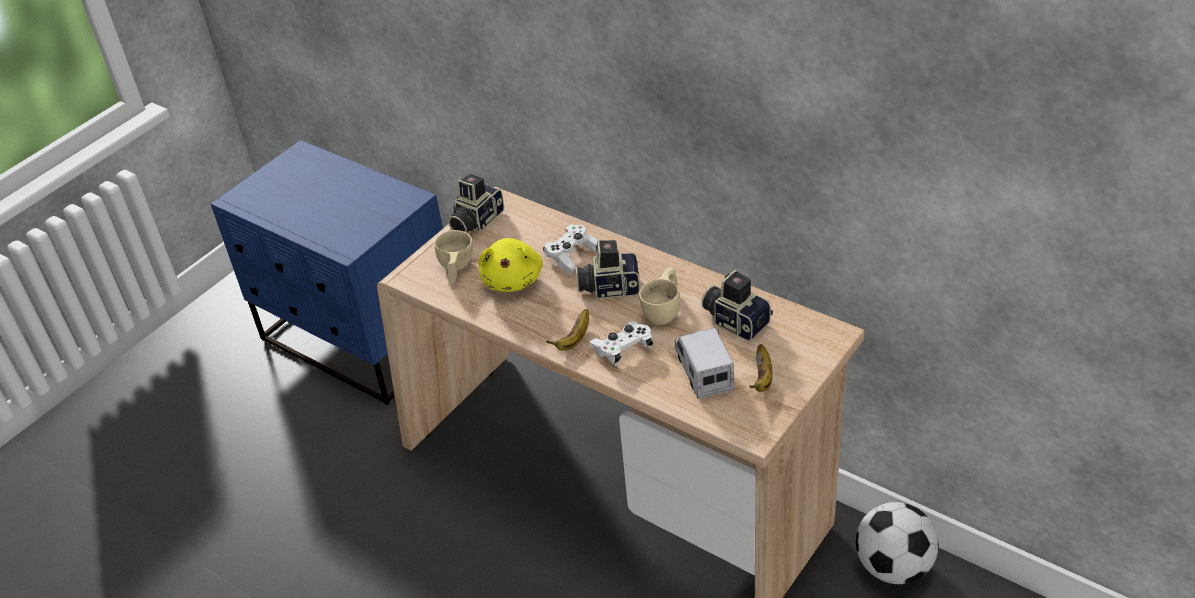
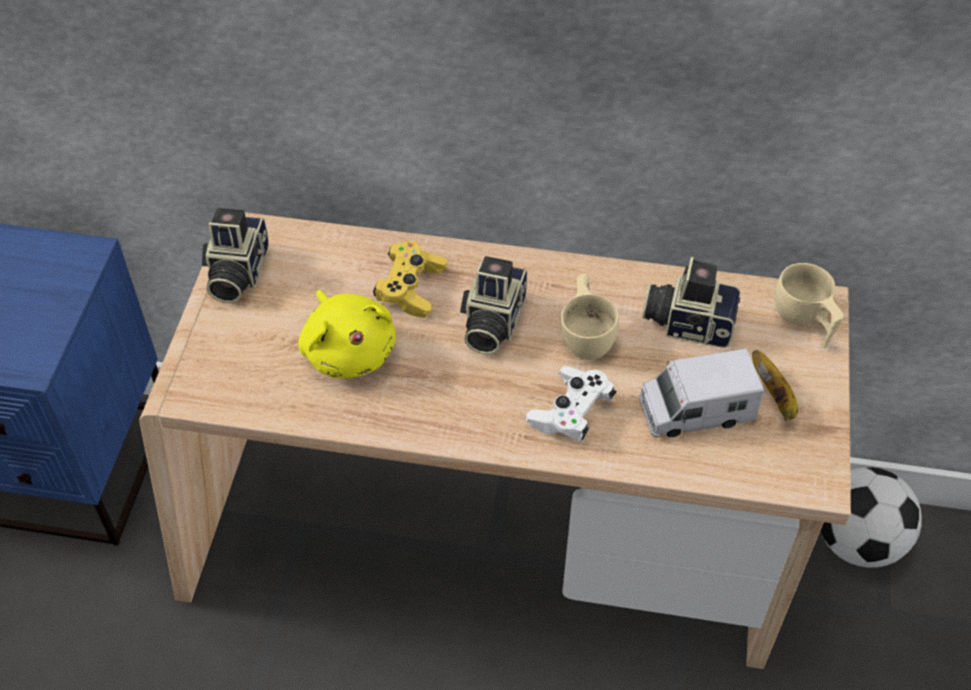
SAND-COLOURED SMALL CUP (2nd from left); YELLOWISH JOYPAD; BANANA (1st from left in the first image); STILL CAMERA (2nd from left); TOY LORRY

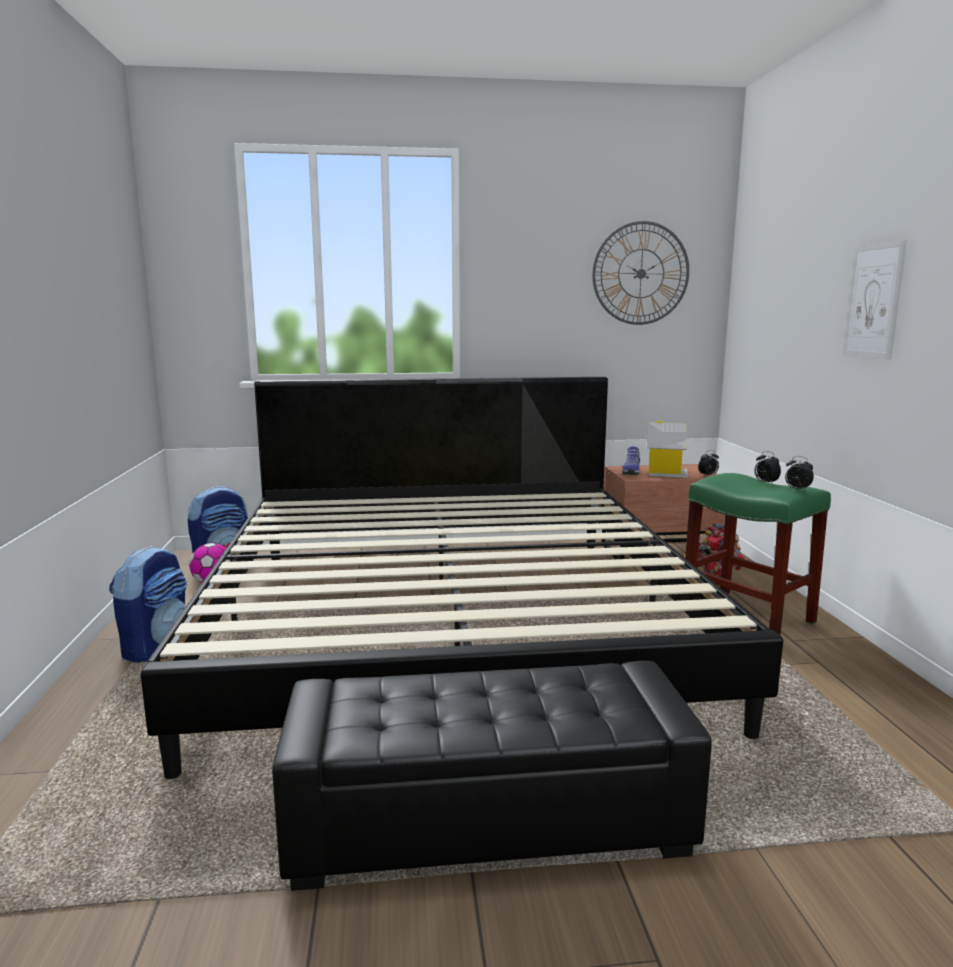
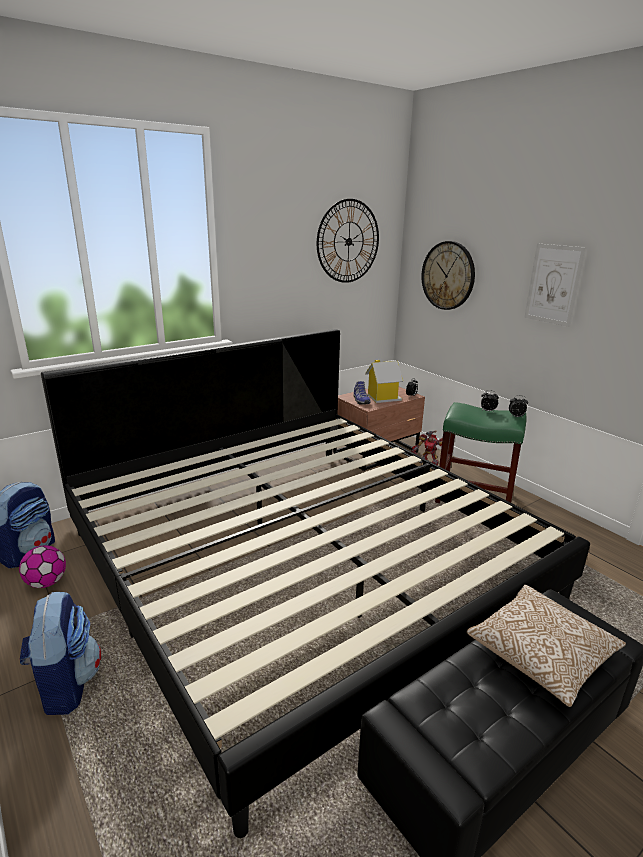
CLOCK ON THE WALL (2nd from left); THROW PILLOW

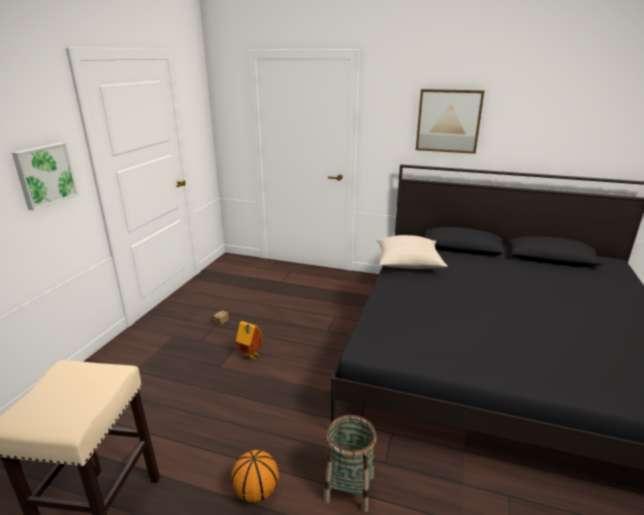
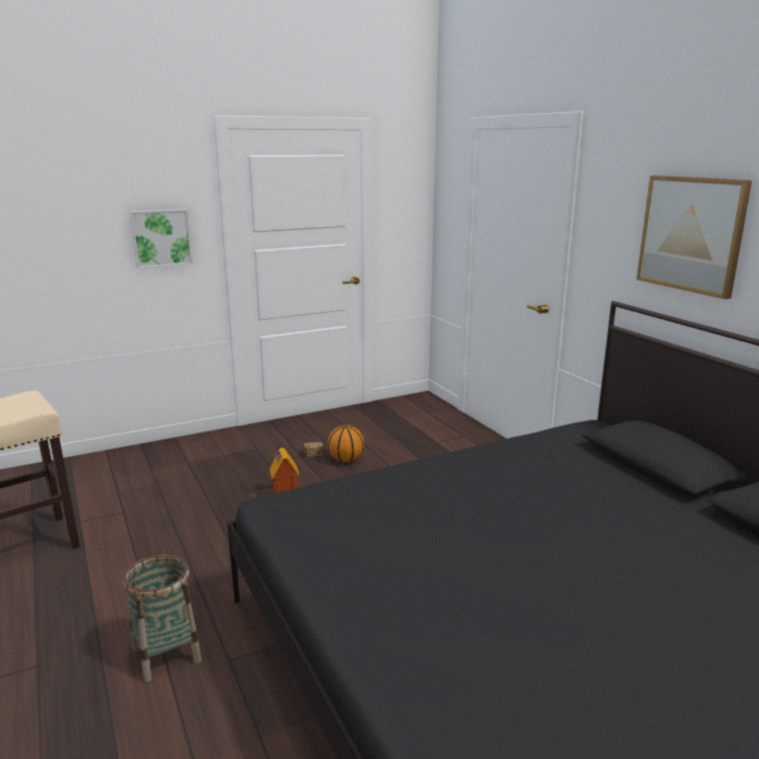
BASKETBALL BALL; SAND-COLOURED THROW PILLOW

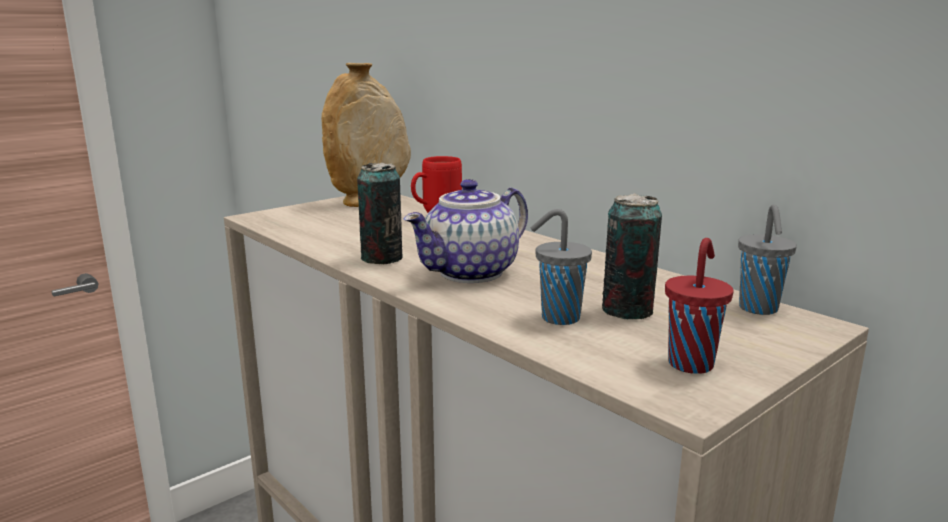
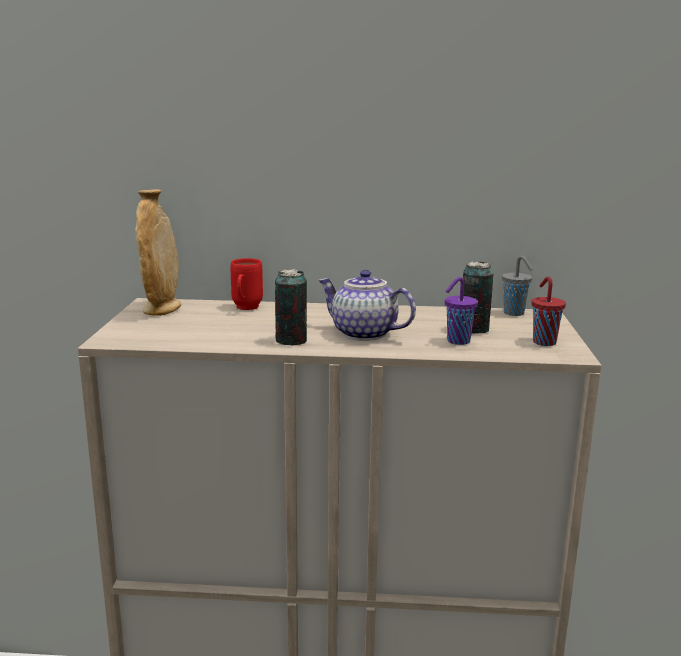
TEAPOT; PURPLE-COLOURED SMALL CUP

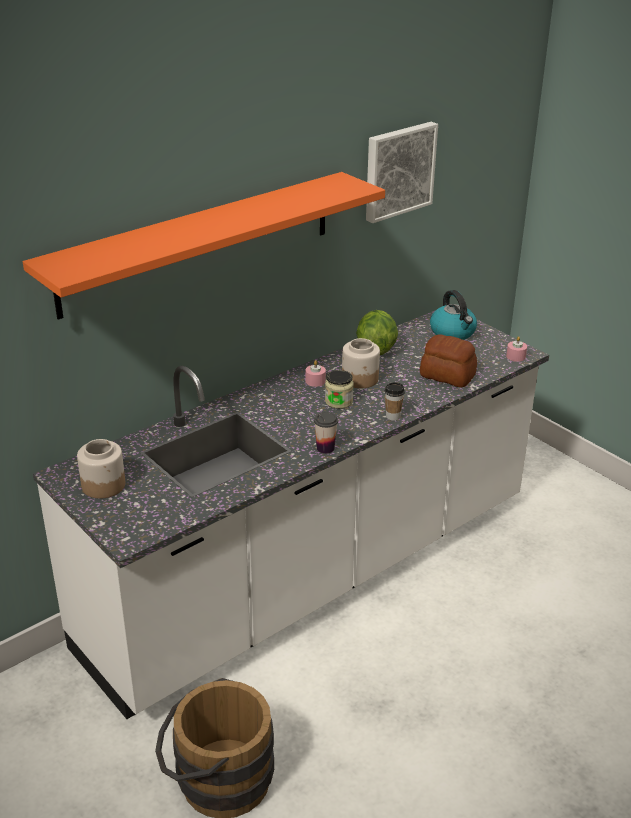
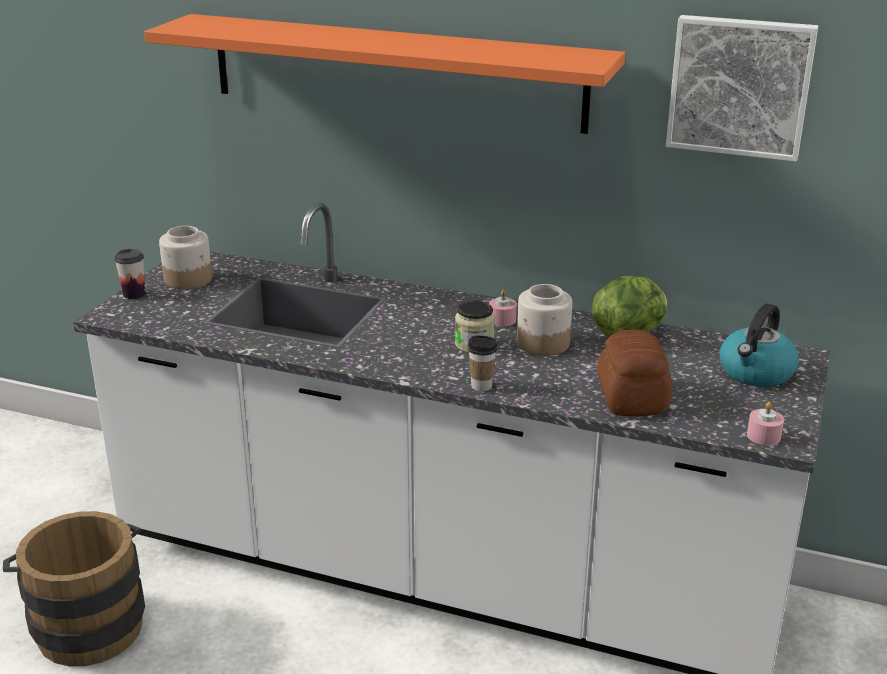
SMALL CUP (1st from left)

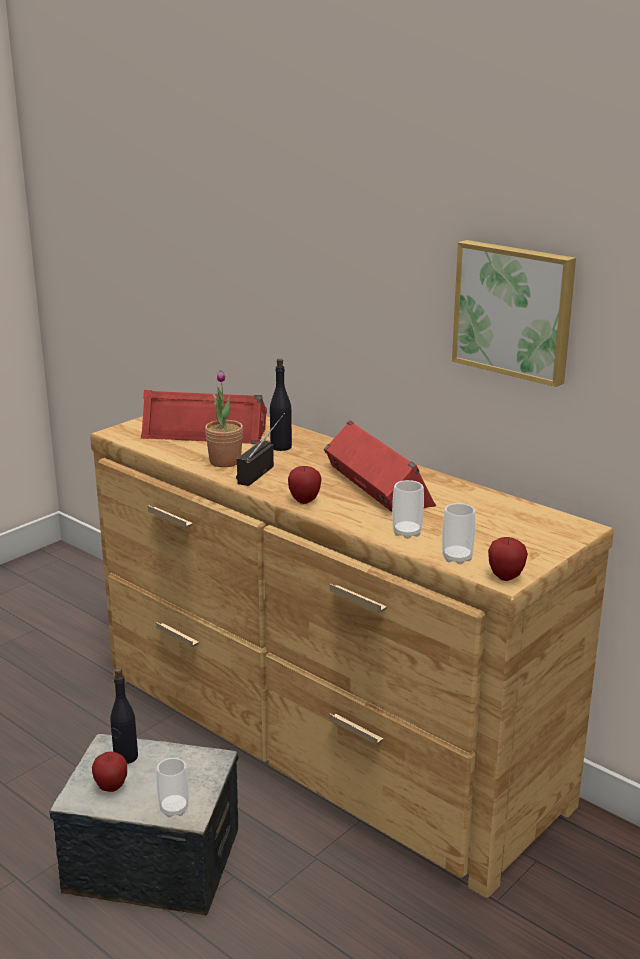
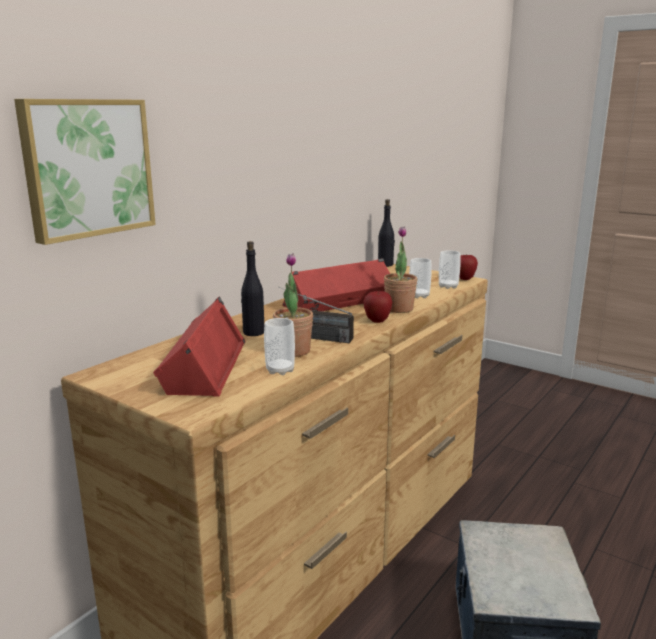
APPLE FRUIT (1st from left in the first image); BLACK BOTTLE (2nd from left); SMALL CUP (1st from left); PICTURE; HOUSEPLANT (2nd from left)

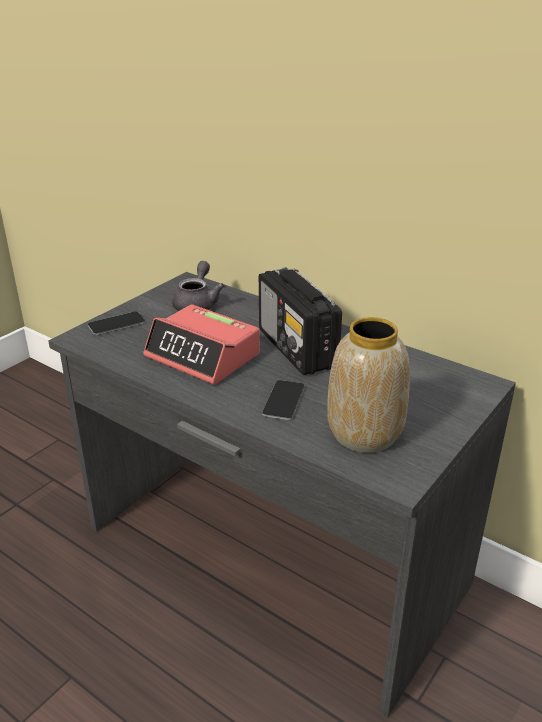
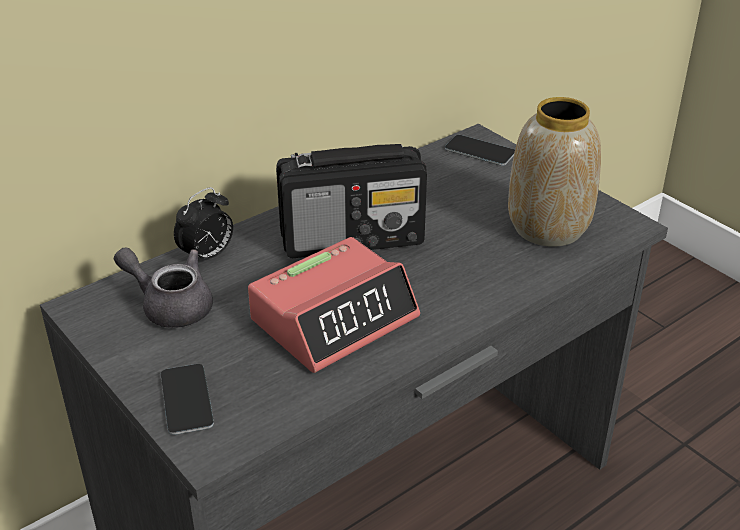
HANDSET (2nd from left); ALARM CLOCK (1st from left)

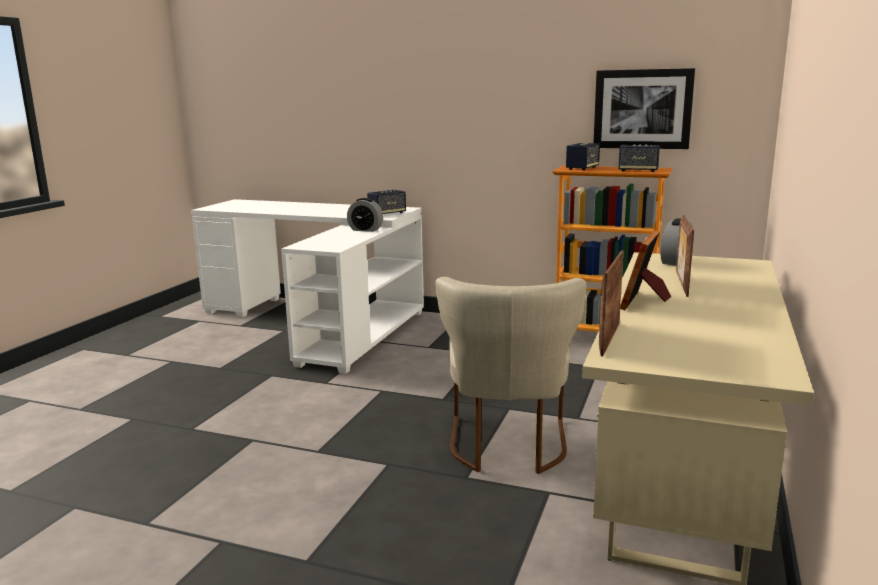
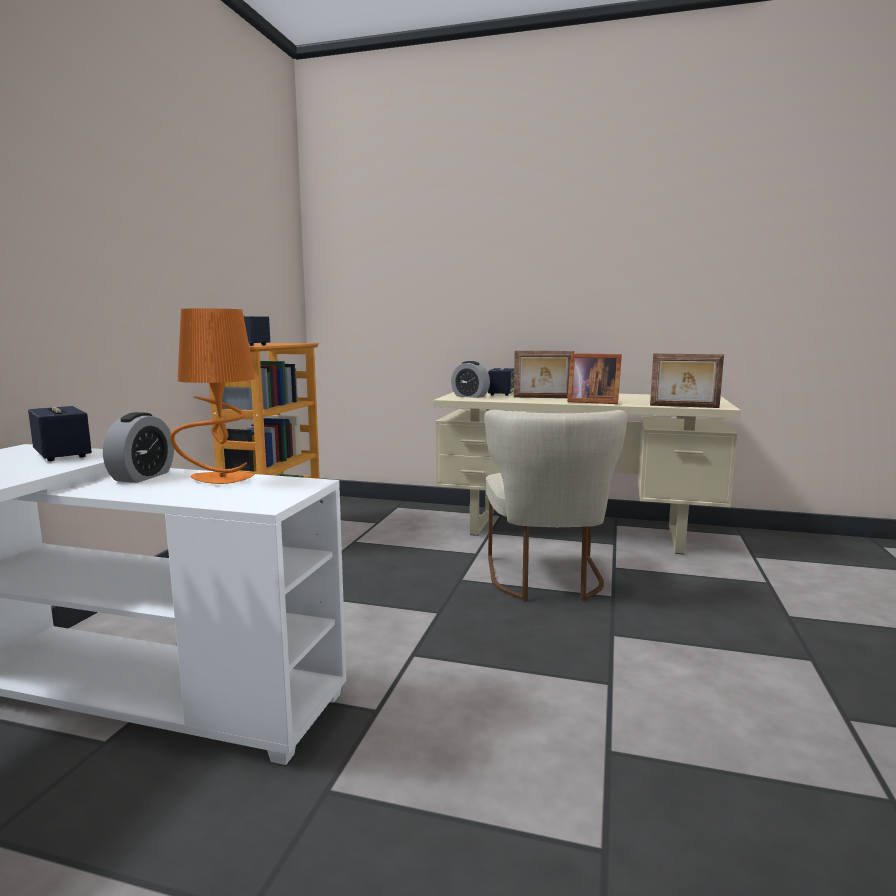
SAND-COLOURED PLAIN CHAIR; PICTURE; SPEAKER (3rd from left); ORANGEY TABLE LAMP

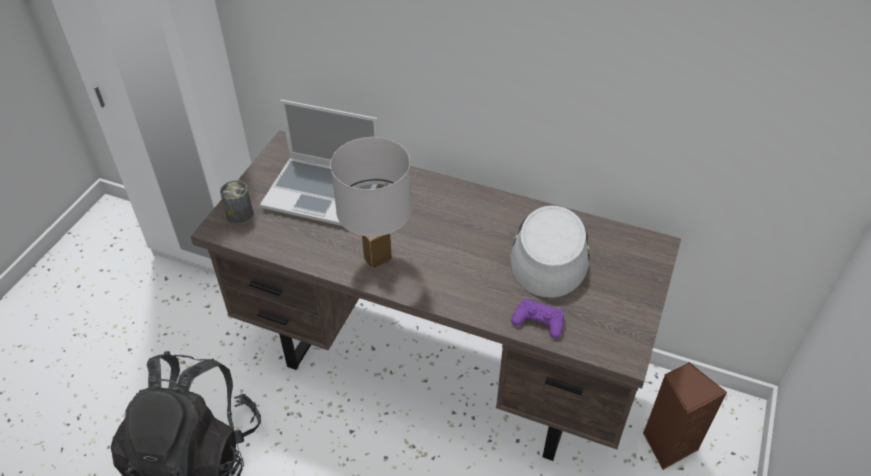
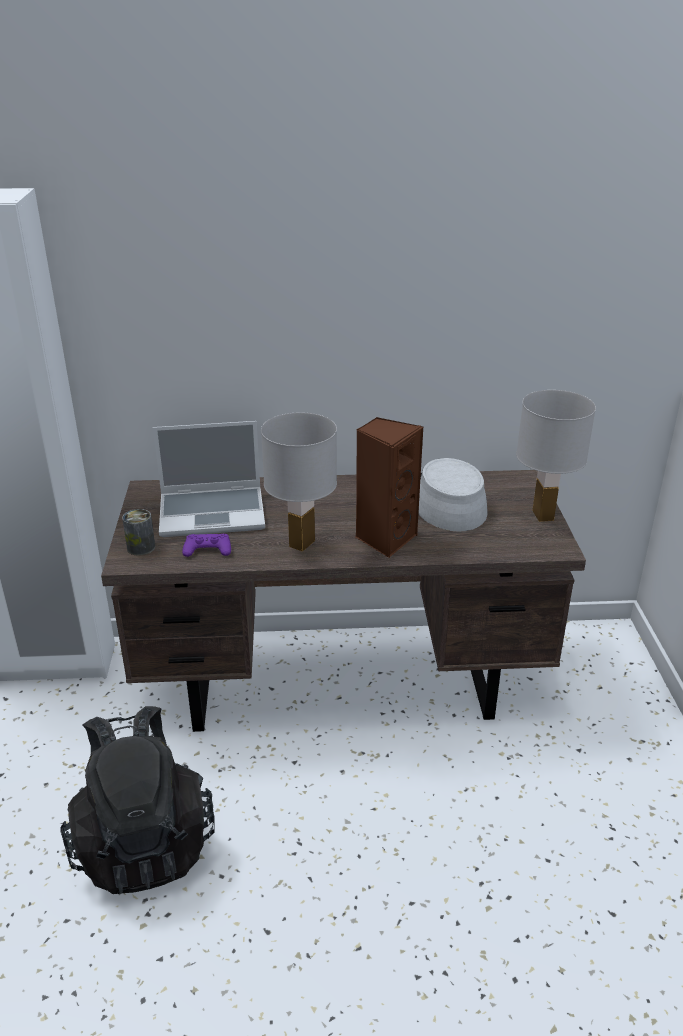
PURPLE-COLOURED JOYPAD; BROWNISH SPEAKER; WHITE-COLOURED TABLE LAMP (2nd from left)

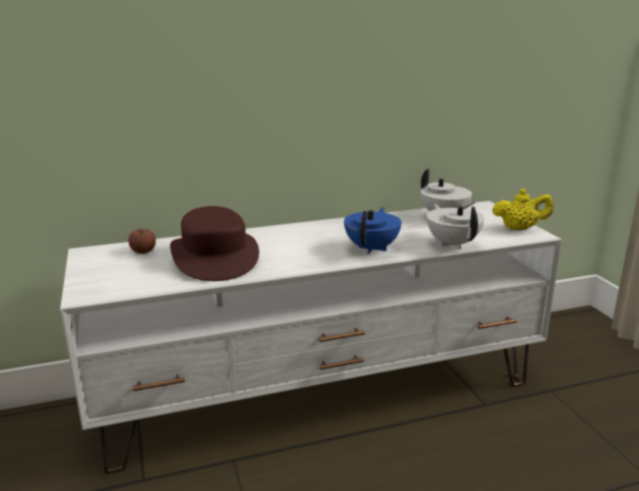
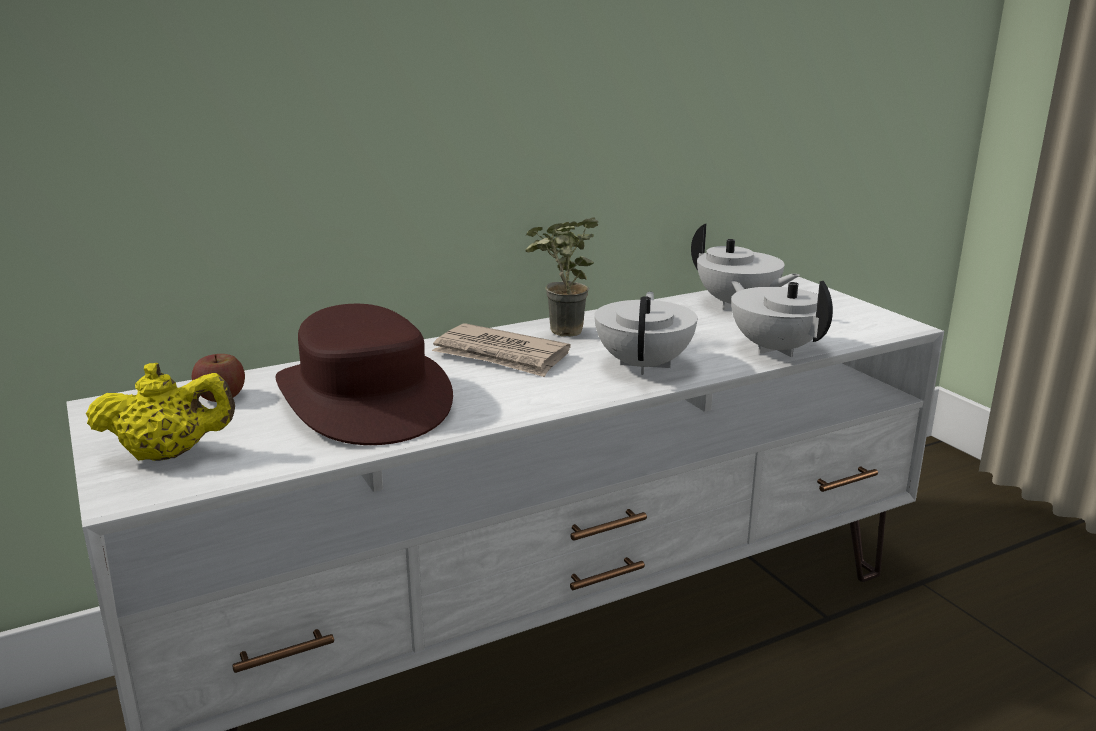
WHITE-COLOURED TEAPOT (1st from left); YELLOWISH TEAPOT; NEWSPAPER; HOUSEPLANT

